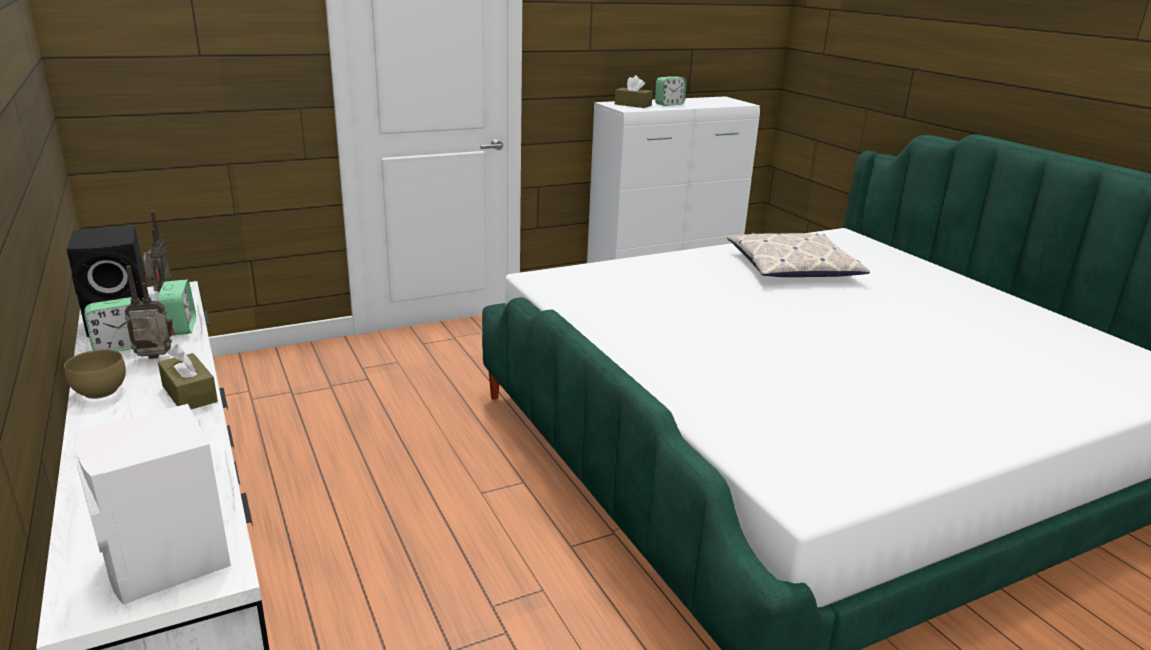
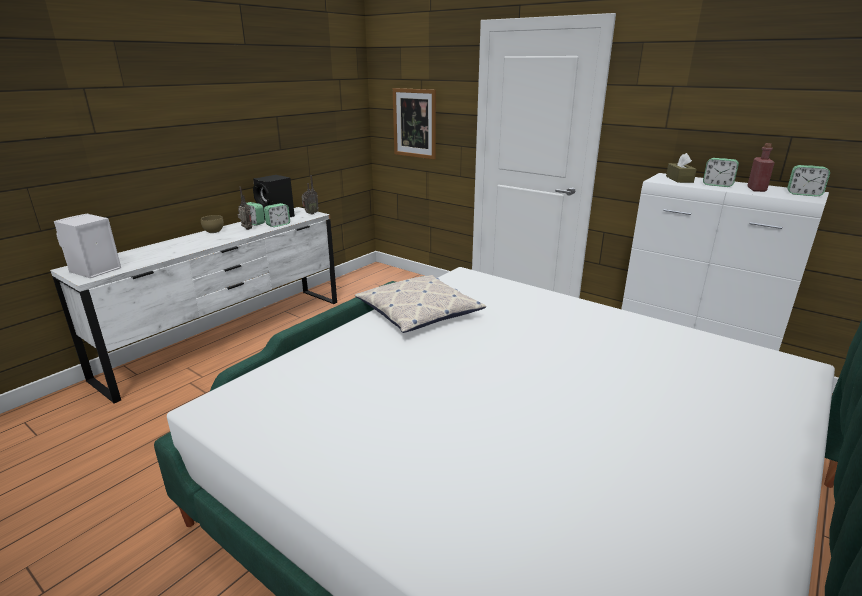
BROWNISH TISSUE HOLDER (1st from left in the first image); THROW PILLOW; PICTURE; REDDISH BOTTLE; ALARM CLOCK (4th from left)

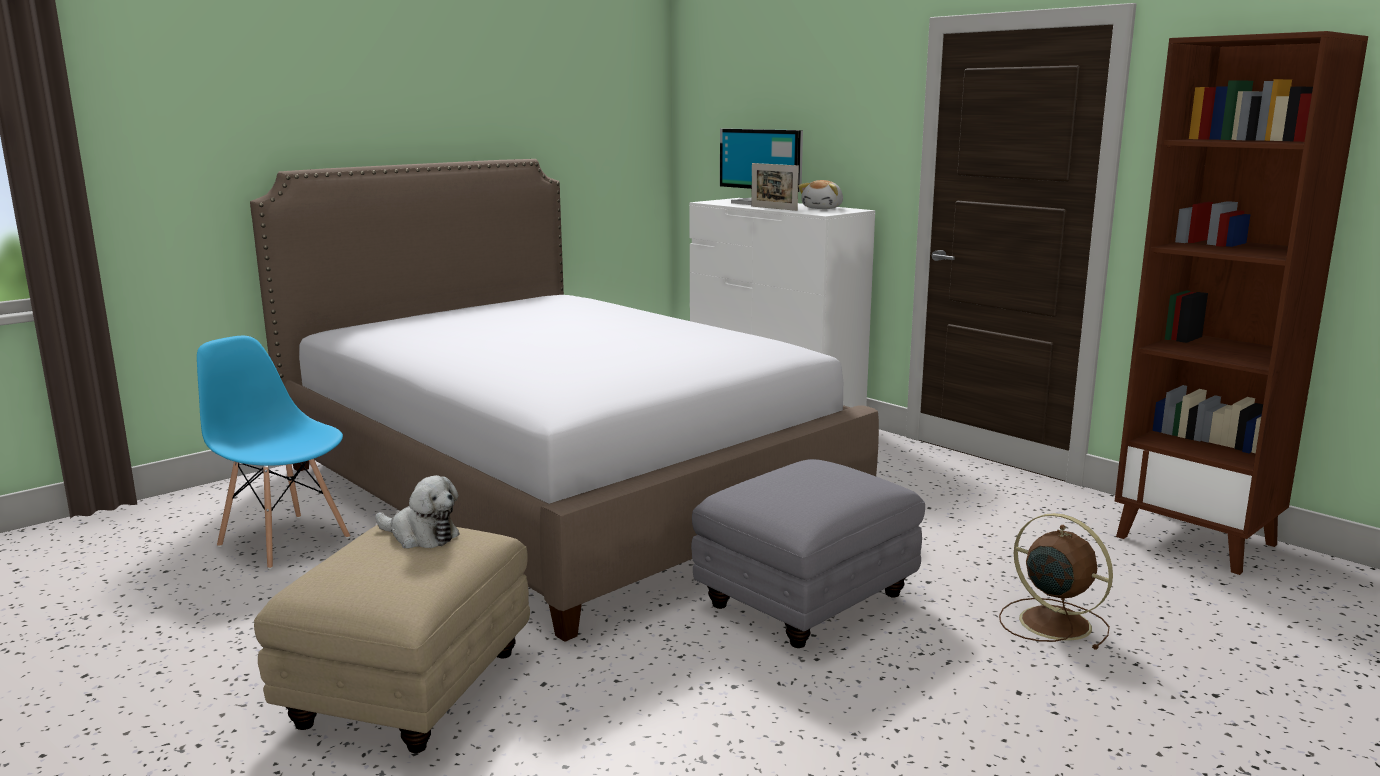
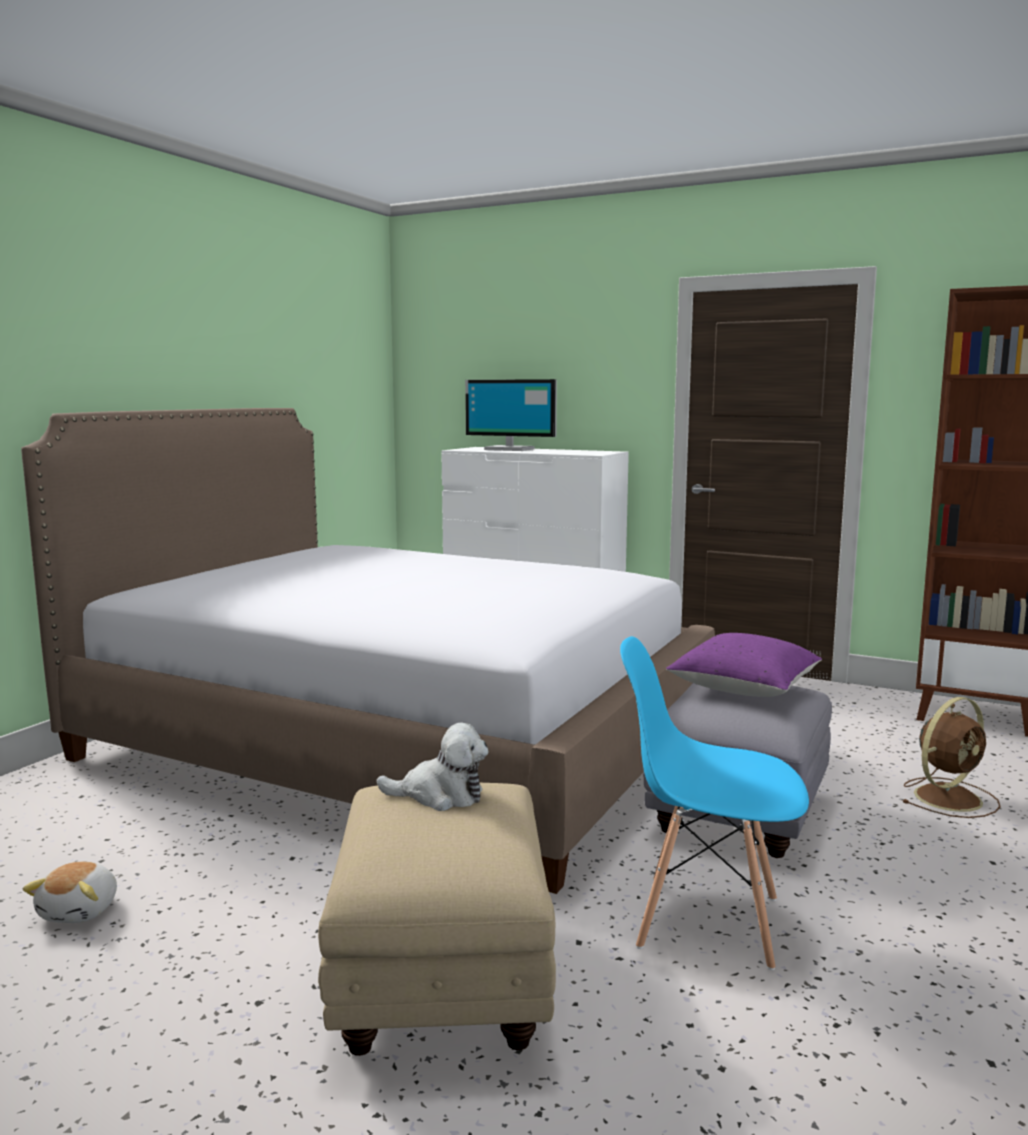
BLUE PLAIN CHAIR; PICTURE FRAME; SOFT TOY (1st from left); BROWNISH FAN; PURPLE-COLOURED THROW PILLOW

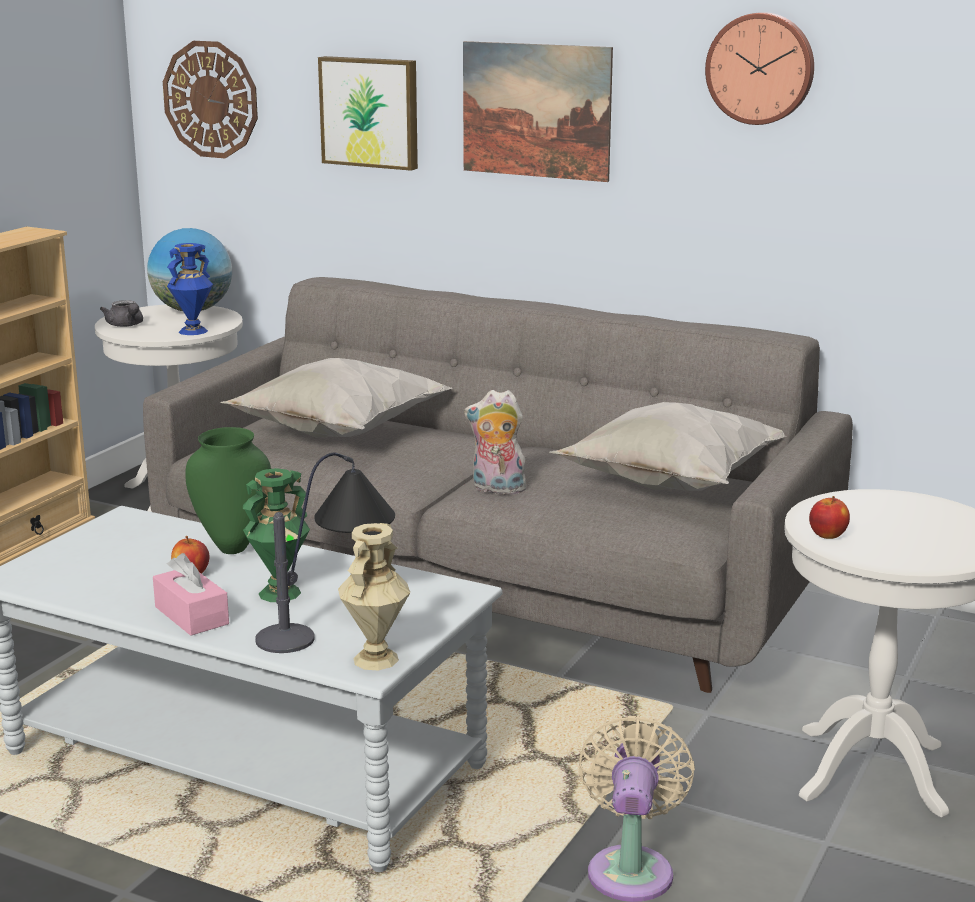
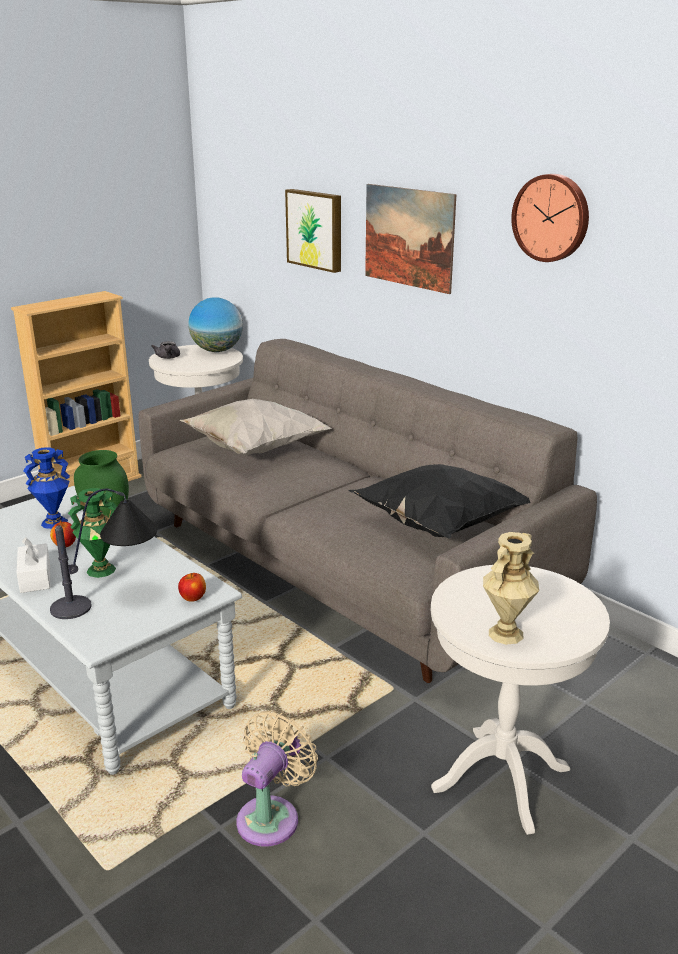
WHITE-COLOURED TISSUE HOLDER; CLOCK ON THE WALL (1st from left in the first image); BLUE DECORATIVE VASE; SAND-COLOURED DECORATIVE VASE; SOFT TOY; BLACK THROW PILLOW; APPLE FRUIT (2nd from left)

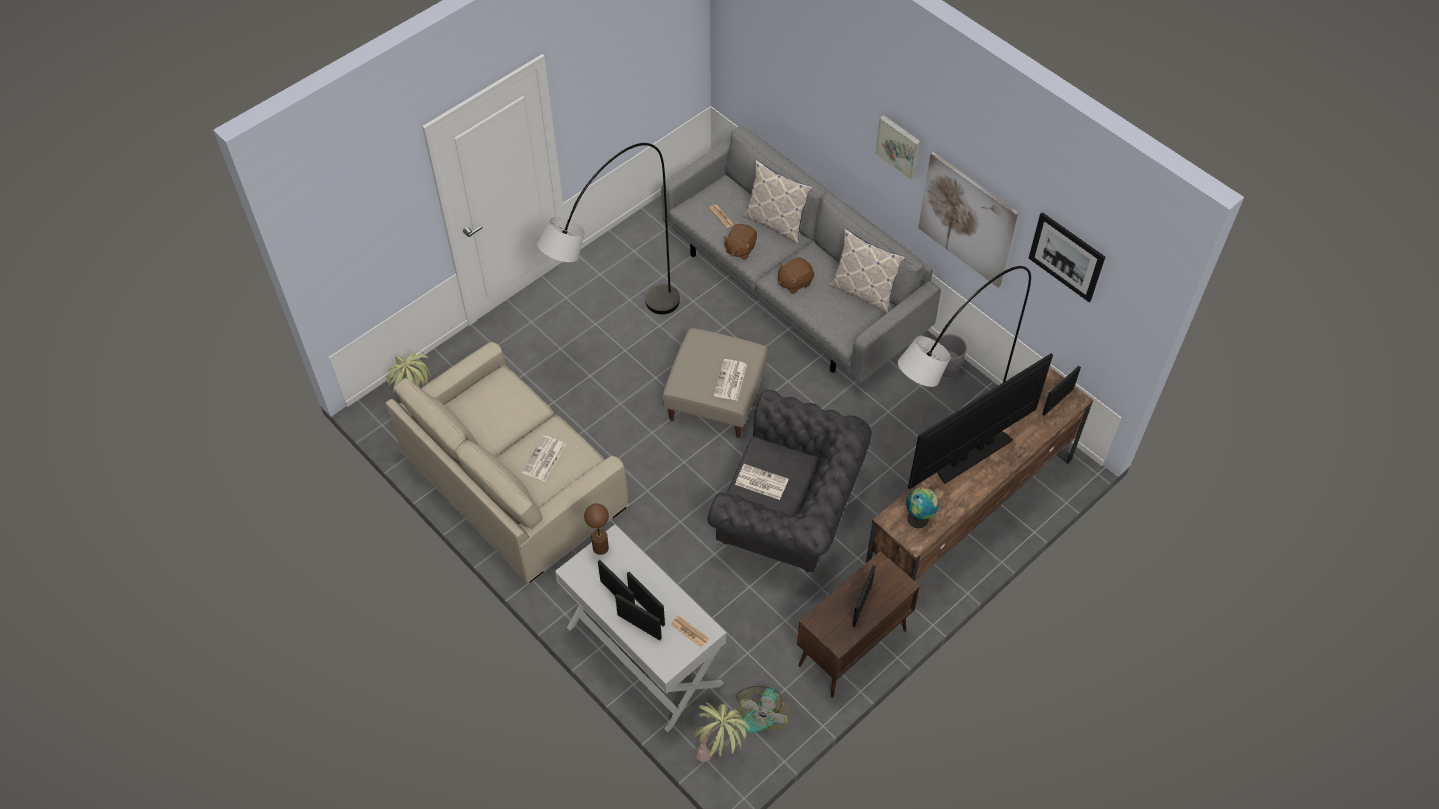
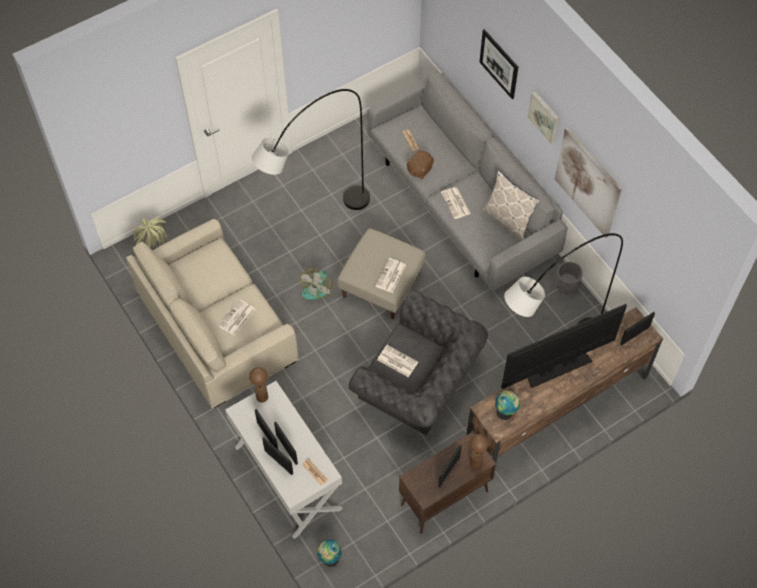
DESK GLOBE (1st from left); FAN; THROW PILLOW (1st from left in the first image); NEWSPAPER (6th from left); PICTURE (1st from left); BROWNISH TABLE LAMP (2nd from left)

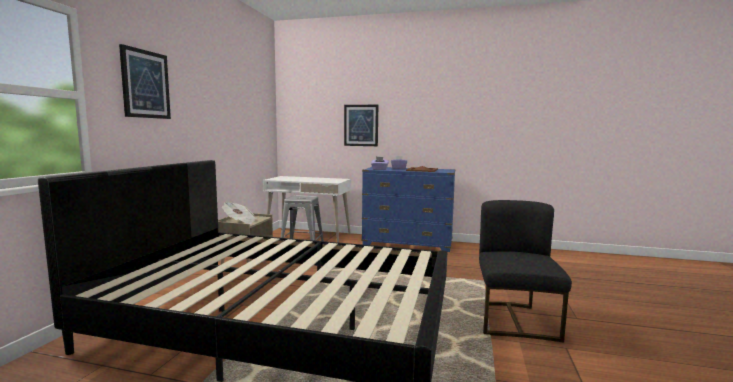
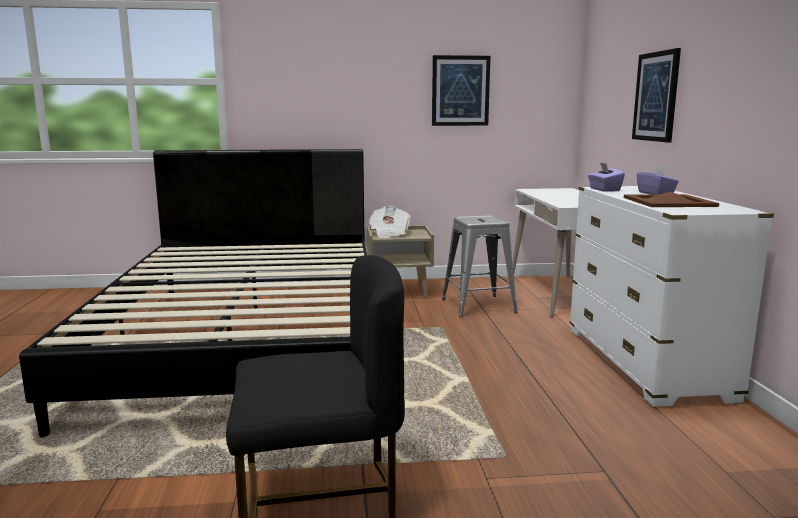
PICTURE (1st from left); WHITE-COLOURED CHEST OF DRAWERS

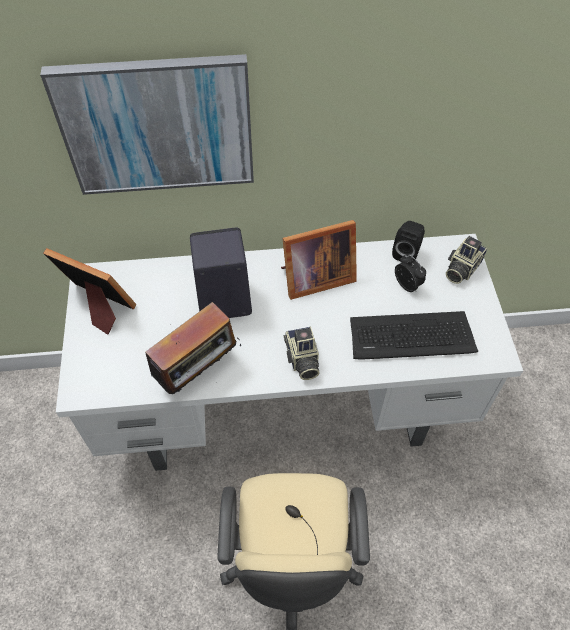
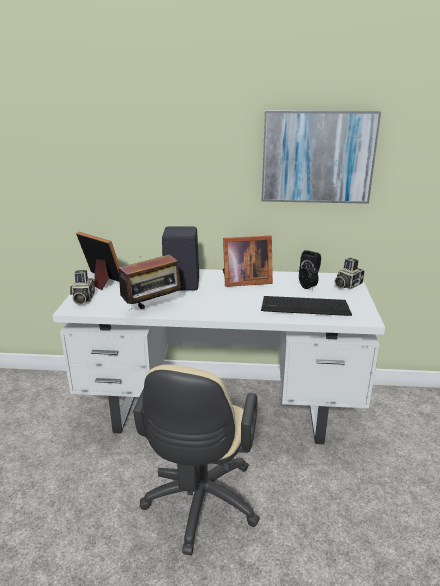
PICTURE; STILL CAMERA (1st from left)

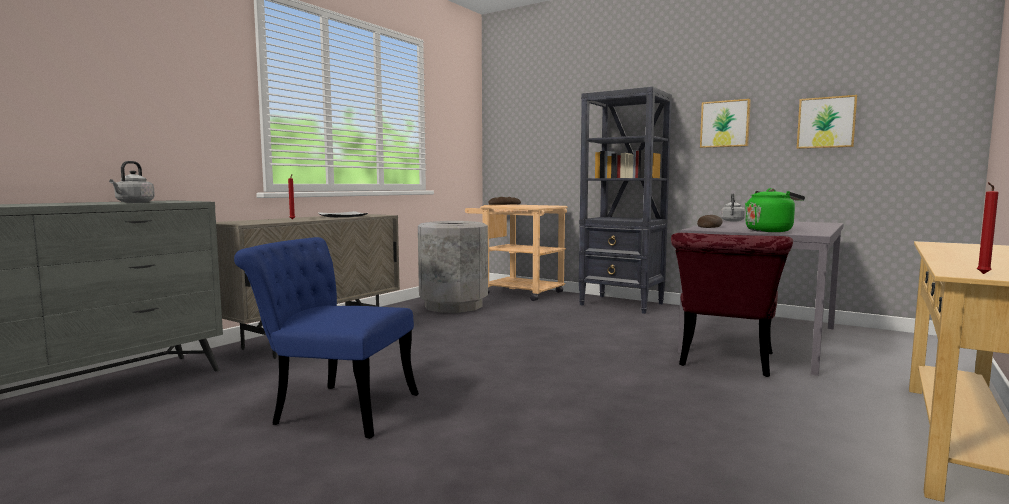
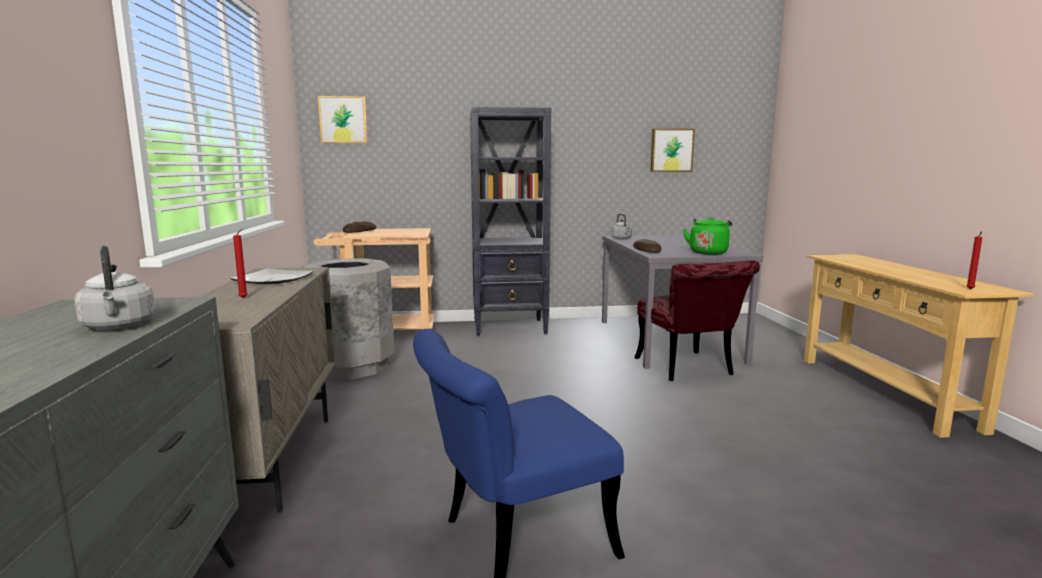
PICTURE (1st from left)

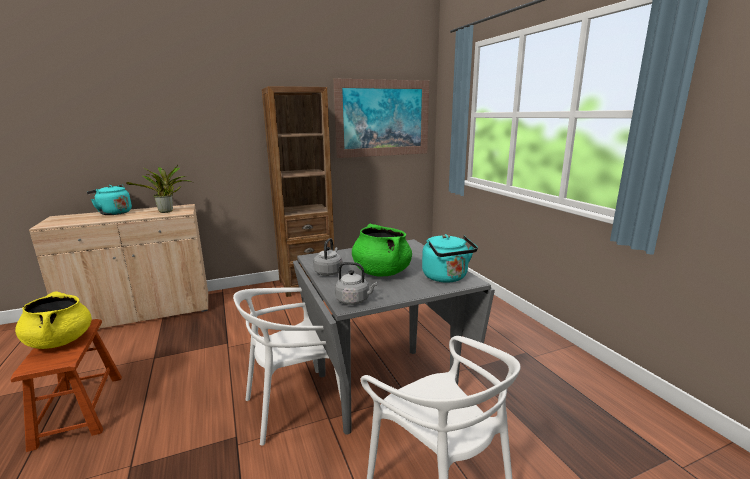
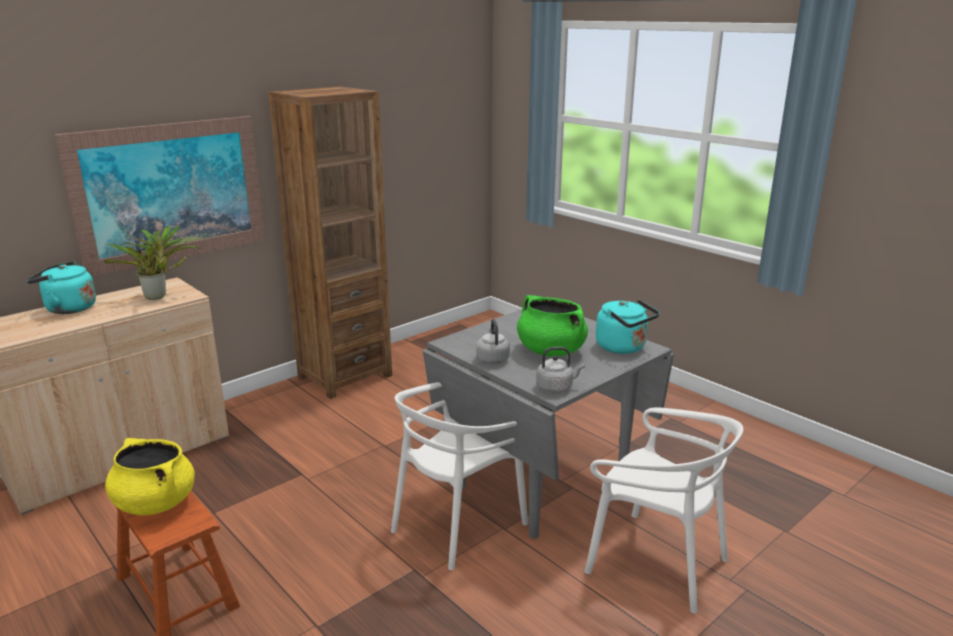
PICTURE

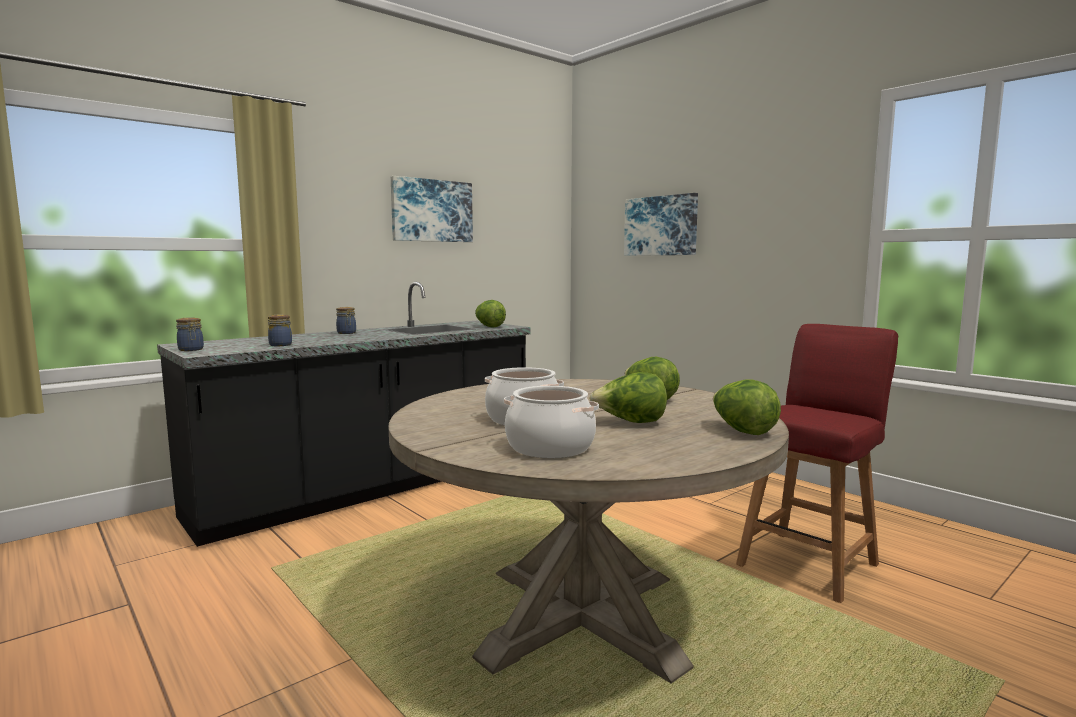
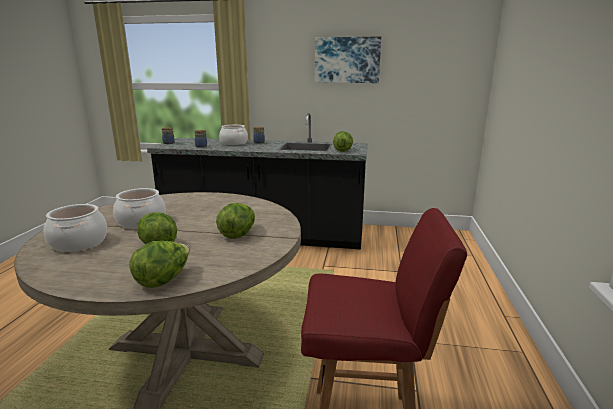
PICTURE (2nd from left in the first image); SAUCEPOT (3rd from left)

